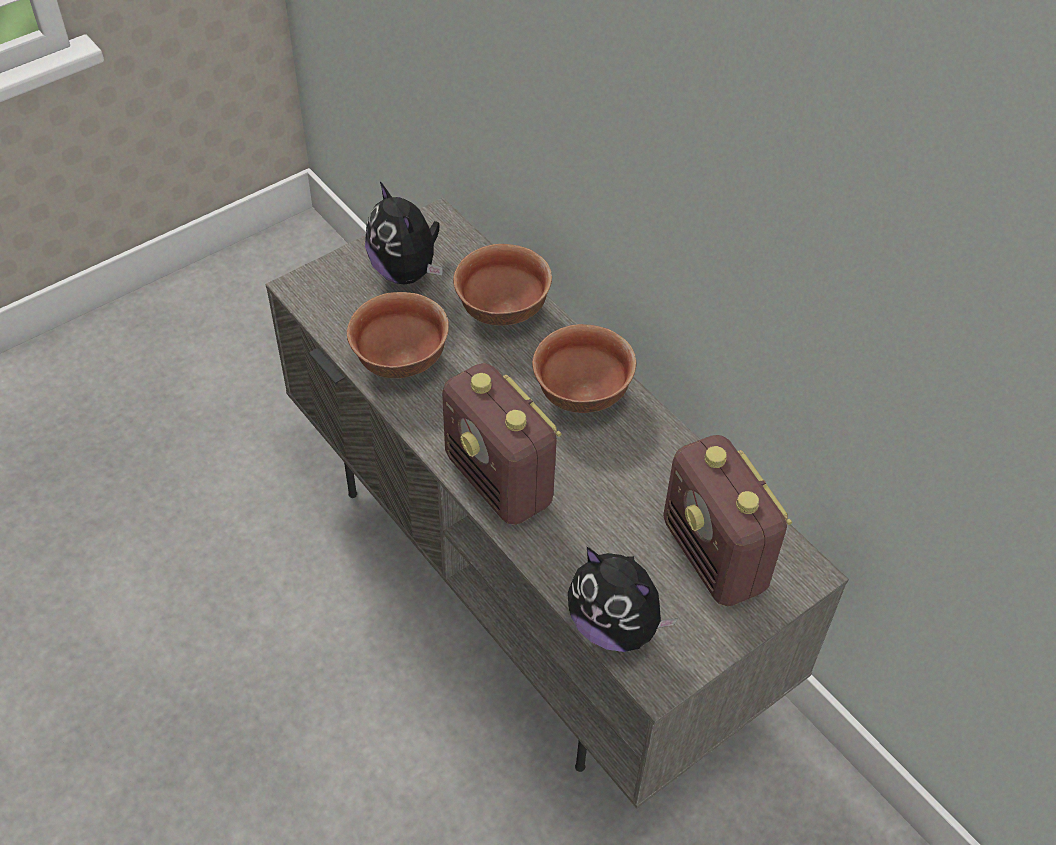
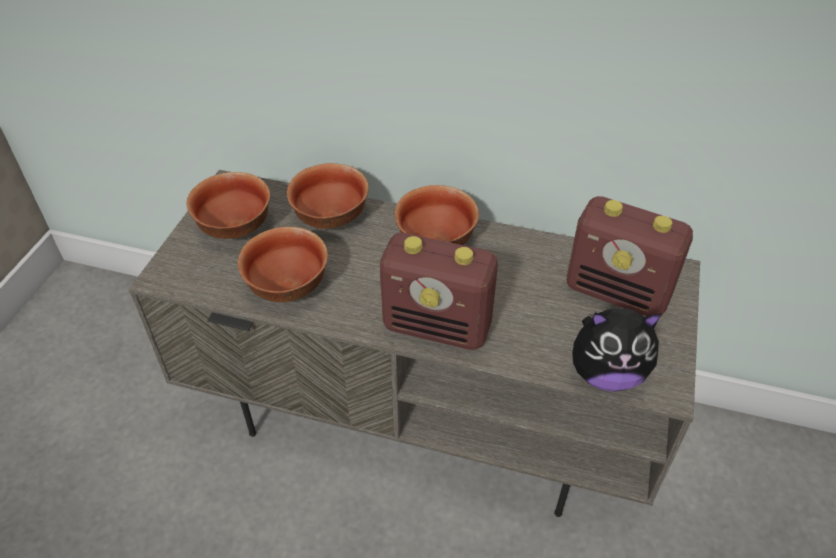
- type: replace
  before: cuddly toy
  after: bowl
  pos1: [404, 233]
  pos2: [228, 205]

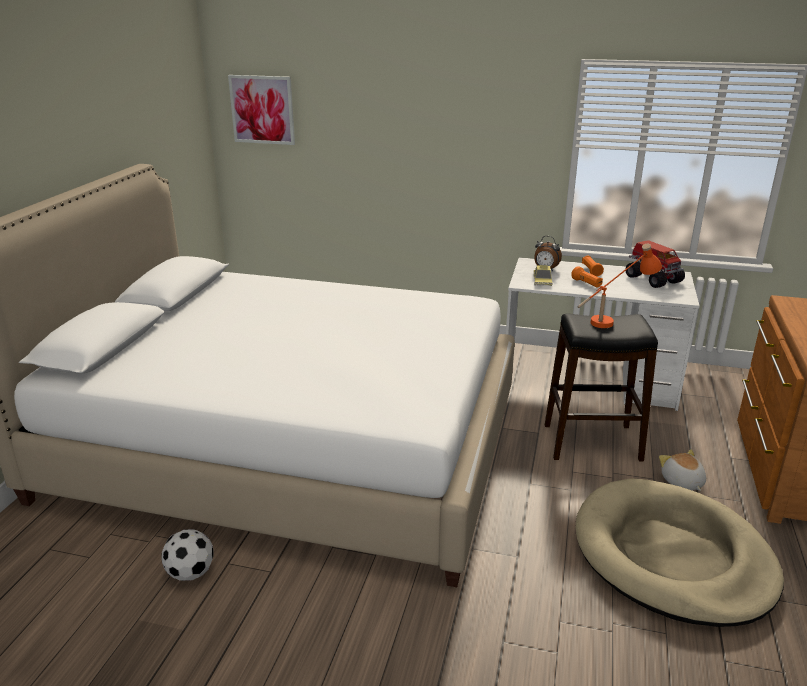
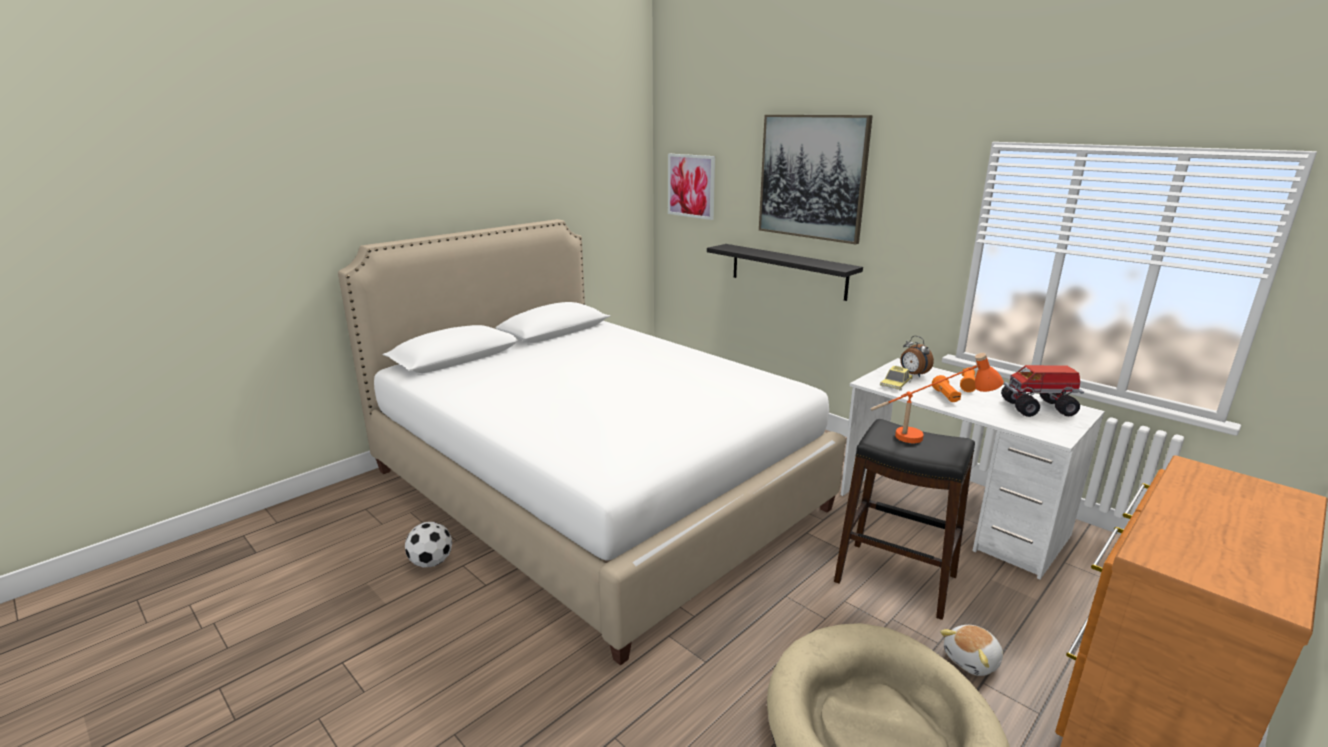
- type: insert
  after: blackish bracket shelf
  pos2: [785, 272]
- type: insert
  after: wall art
  pos2: [816, 179]
- type: rotate
  before: cuddly toy
  pos1: [682, 470]
  pos2: [971, 650]
  turn: -135
- type: rotate
  before: toy truck
  pos1: [655, 264]
  pos2: [1042, 391]
  turn: 90

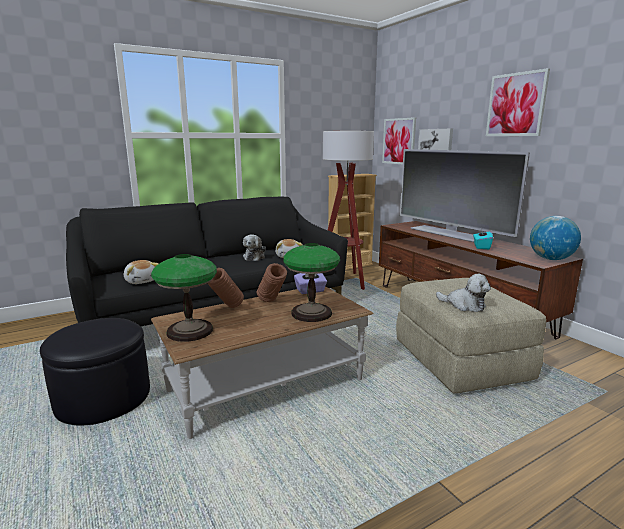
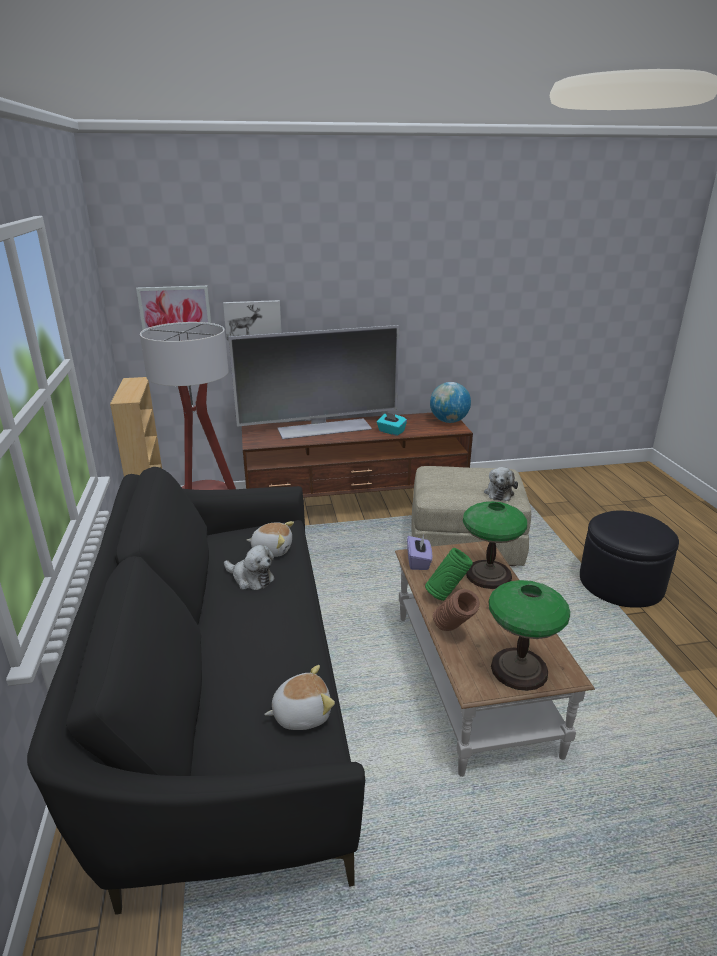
- type: recolor
  before: brownish flower vase
  after: green-coloured flower vase
  pos1: [272, 282]
  pos2: [449, 574]
- type: rotate
  before: cuddly toy
  pos1: [463, 293]
  pos2: [501, 484]
  turn: 135
- type: move
  before: blackish pouffe
  pos1: [95, 371]
  pos2: [629, 559]
- type: delete
  before: wall art
  pos1: [518, 102]

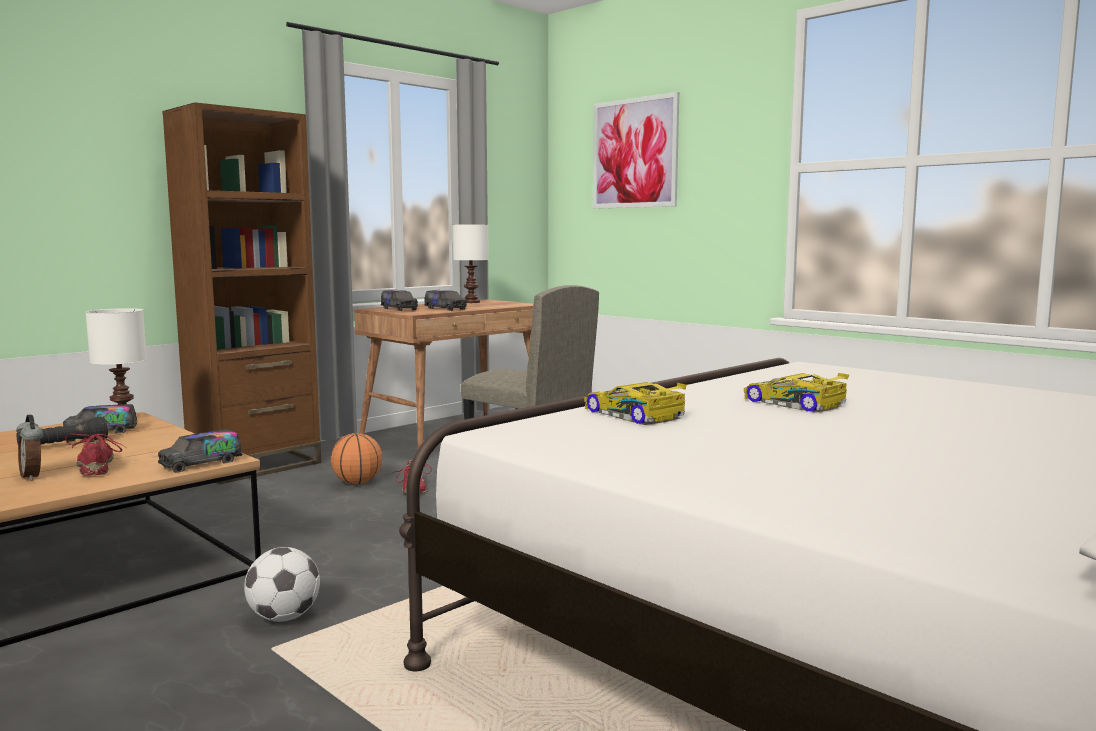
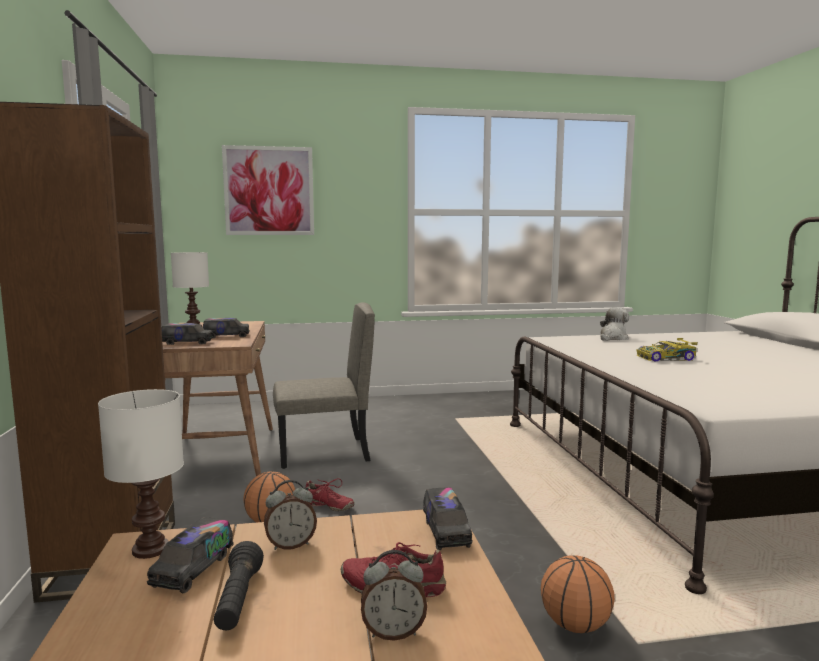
- type: insert
  after: bedside clock
  pos2: [290, 515]
- type: replace
  before: ball for football
  after: basketball ball
  pos1: [282, 584]
  pos2: [578, 594]
- type: insert
  after: cuddly toy
  pos2: [614, 324]
- type: delete
  before: miniature car
  pos1: [635, 403]

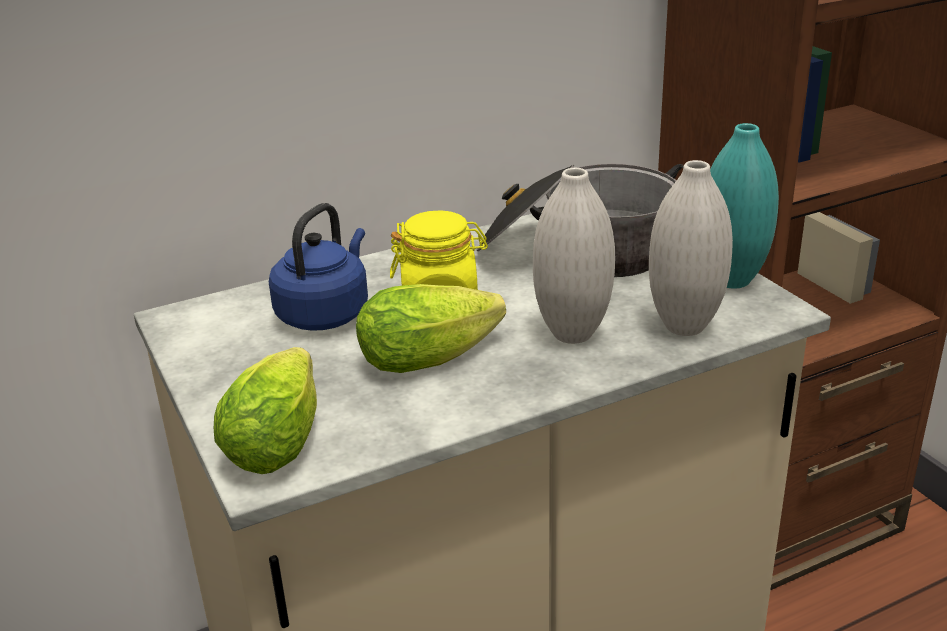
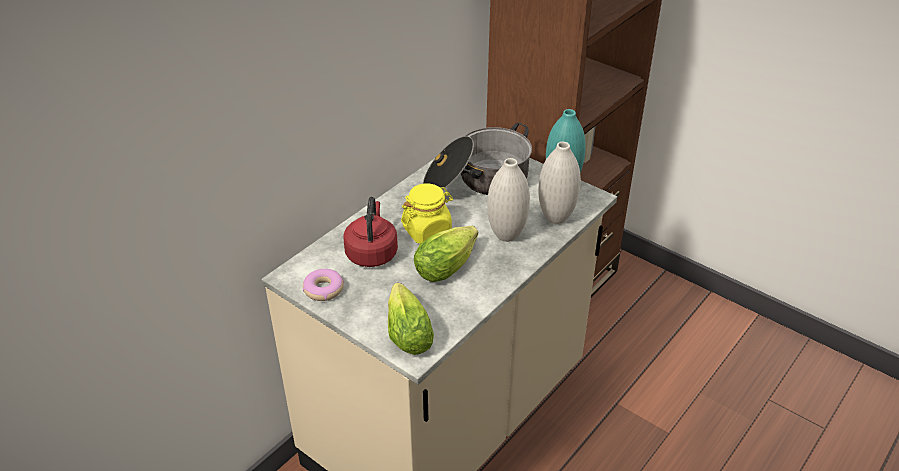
- type: insert
  after: ring doughnut
  pos2: [323, 285]
- type: recolor
  before: blue-coloured tea kettle
  after: red-coloured tea kettle
  pos1: [318, 267]
  pos2: [370, 232]

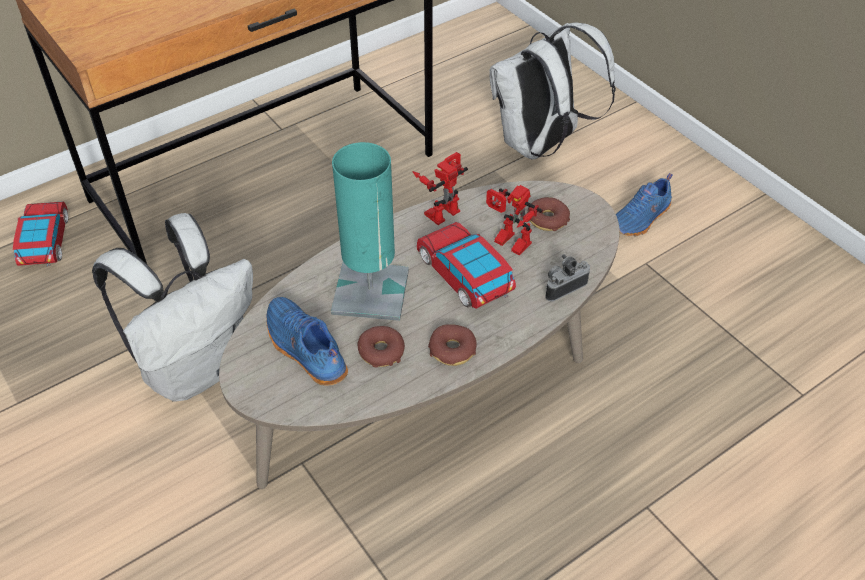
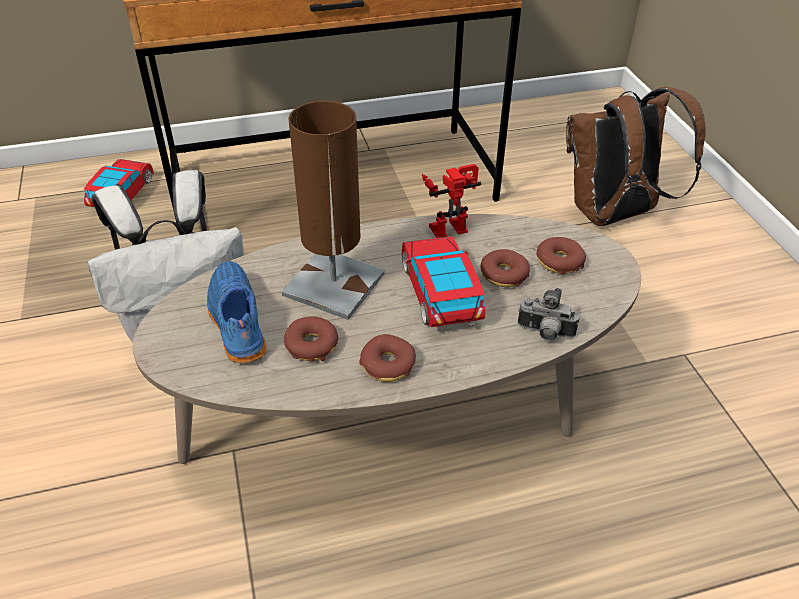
- type: recolor
  before: blue-green lamp for a table
  after: brownish lamp for a table
  pos1: [370, 231]
  pos2: [333, 210]
- type: replace
  before: robot figure
  after: ring doughnut
  pos1: [514, 220]
  pos2: [505, 268]
- type: rotate
  before: still camera
  pos1: [567, 277]
  pos2: [548, 314]
  turn: -150
- type: recolor
  before: whitish rucksack
  after: brownish rucksack
  pos1: [552, 91]
  pos2: [636, 156]
- type: delete
  before: blue-coloured low shoe
  pos1: [644, 204]

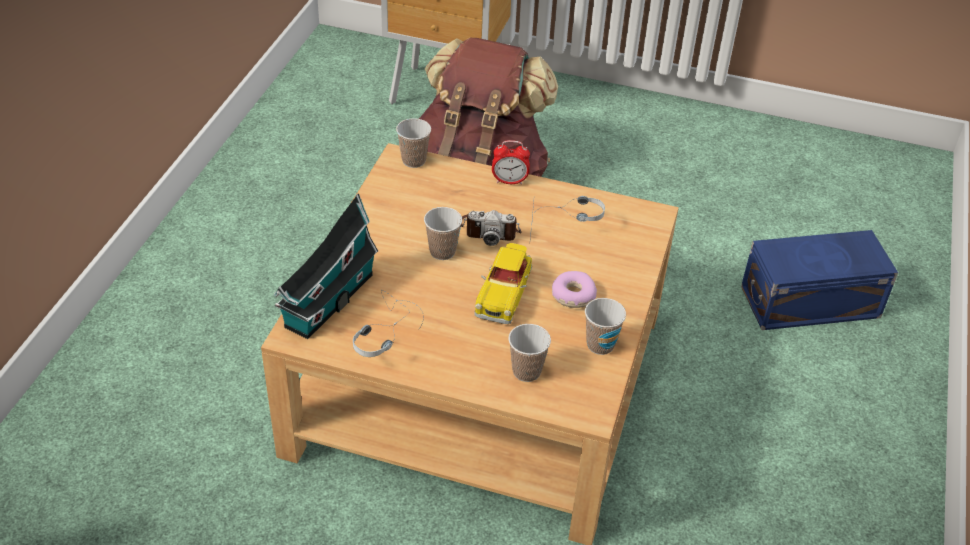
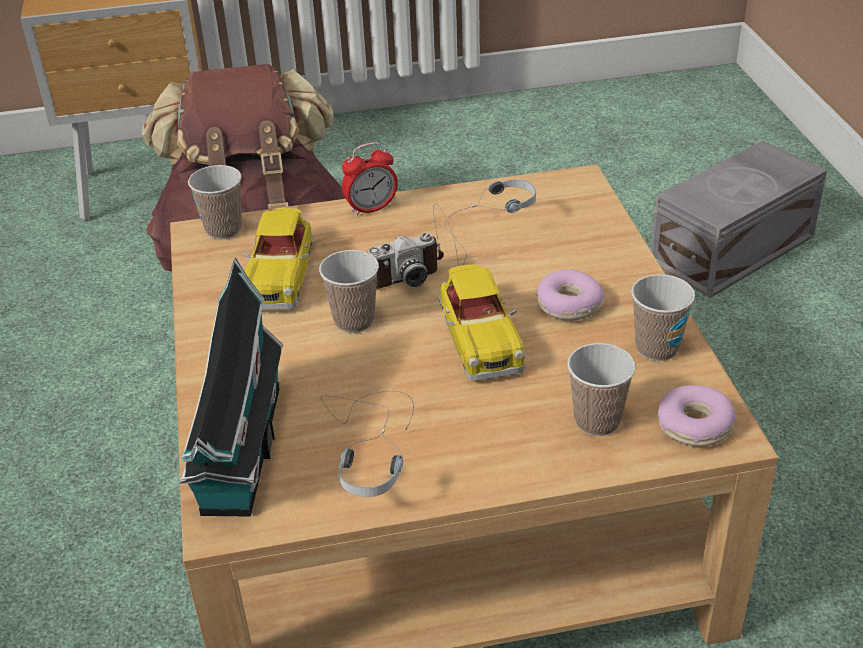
- type: insert
  after: miniature car
  pos2: [278, 258]
- type: recolor
  before: blue-coloured storage container
  after: gray storage container
  pos1: [819, 280]
  pos2: [739, 219]
- type: insert
  after: ring doughnut
  pos2: [697, 415]

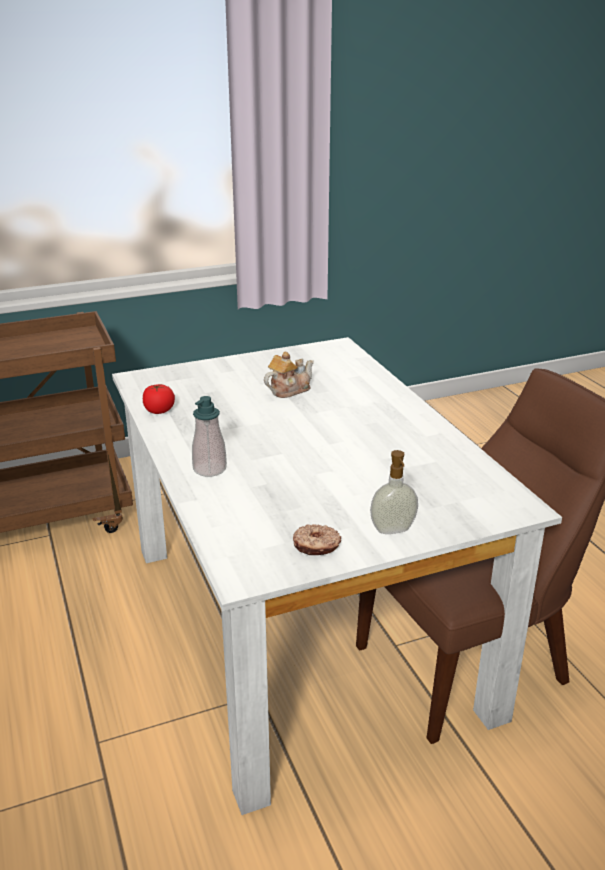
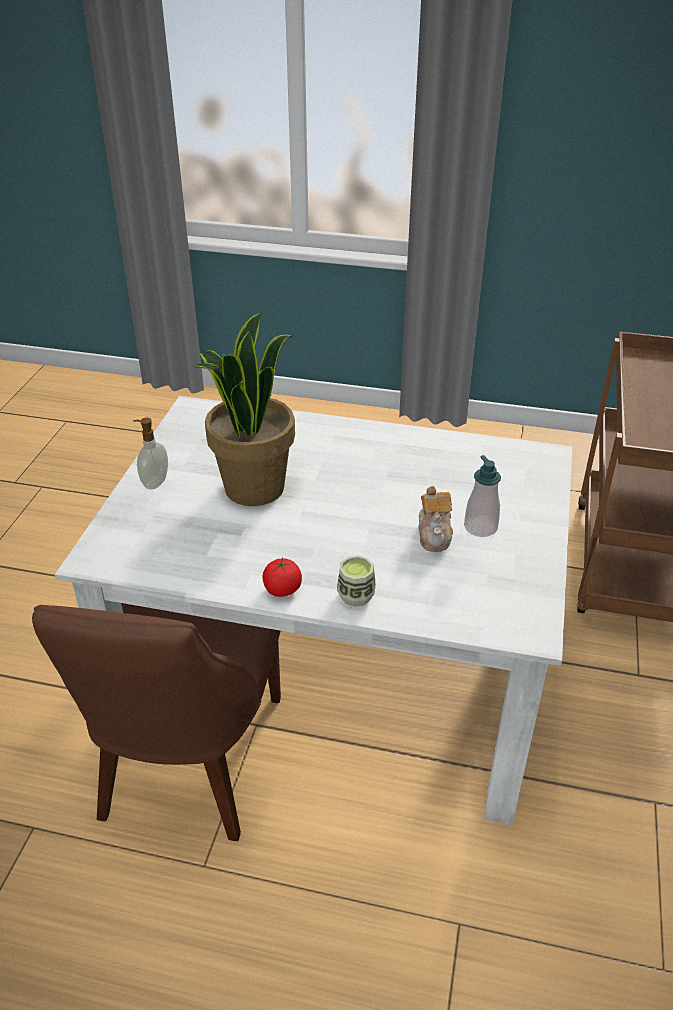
- type: insert
  after: houseplant
  pos2: [244, 409]
- type: move
  before: fresh tomato
  pos1: [159, 399]
  pos2: [282, 577]
- type: insert
  after: drinking cup
  pos2: [356, 581]
- type: move
  before: liquid soap bottle
  pos1: [209, 436]
  pos2: [482, 496]
- type: delete
  before: ring doughnut
  pos1: [317, 539]

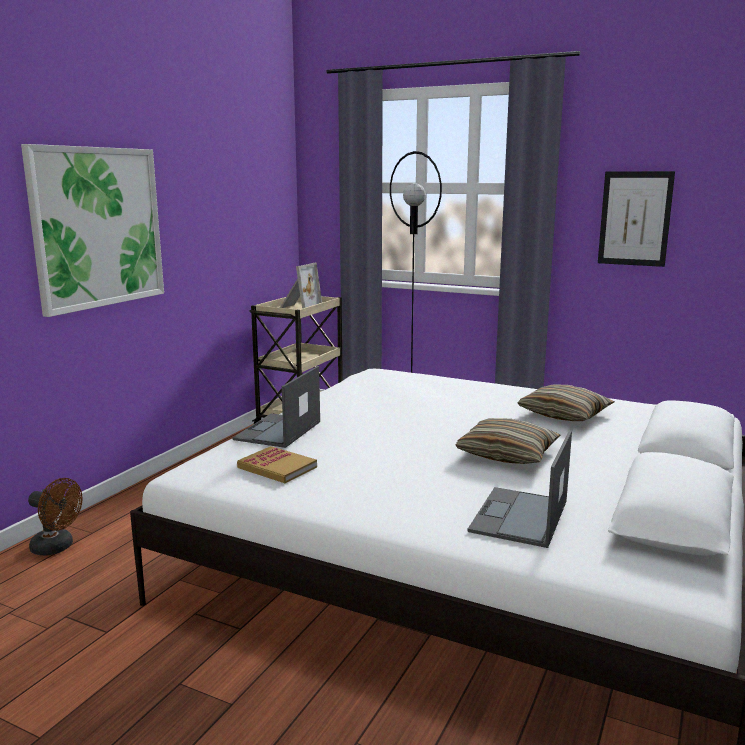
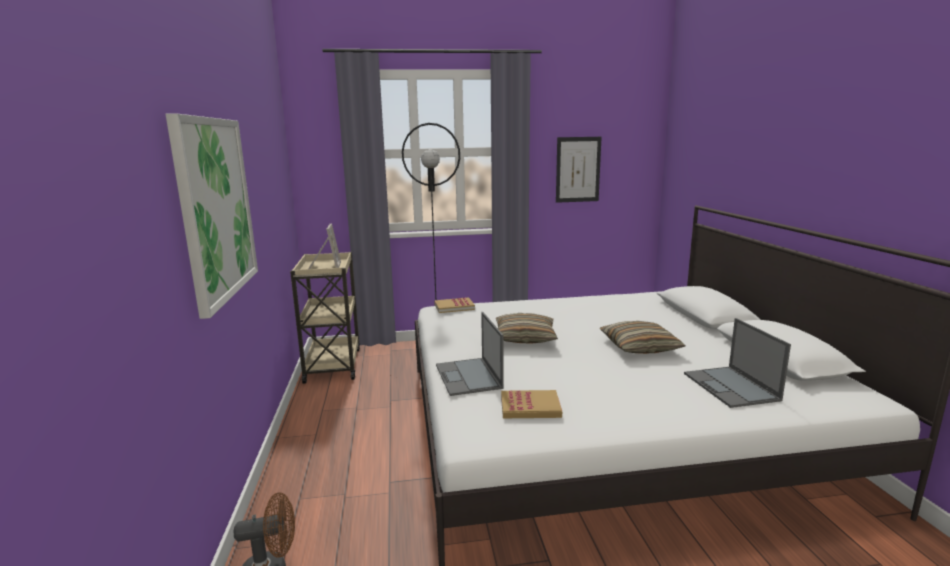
- type: insert
  after: volume
  pos2: [454, 305]
- type: move
  before: throw pillow
  pos1: [566, 402]
  pos2: [527, 328]

